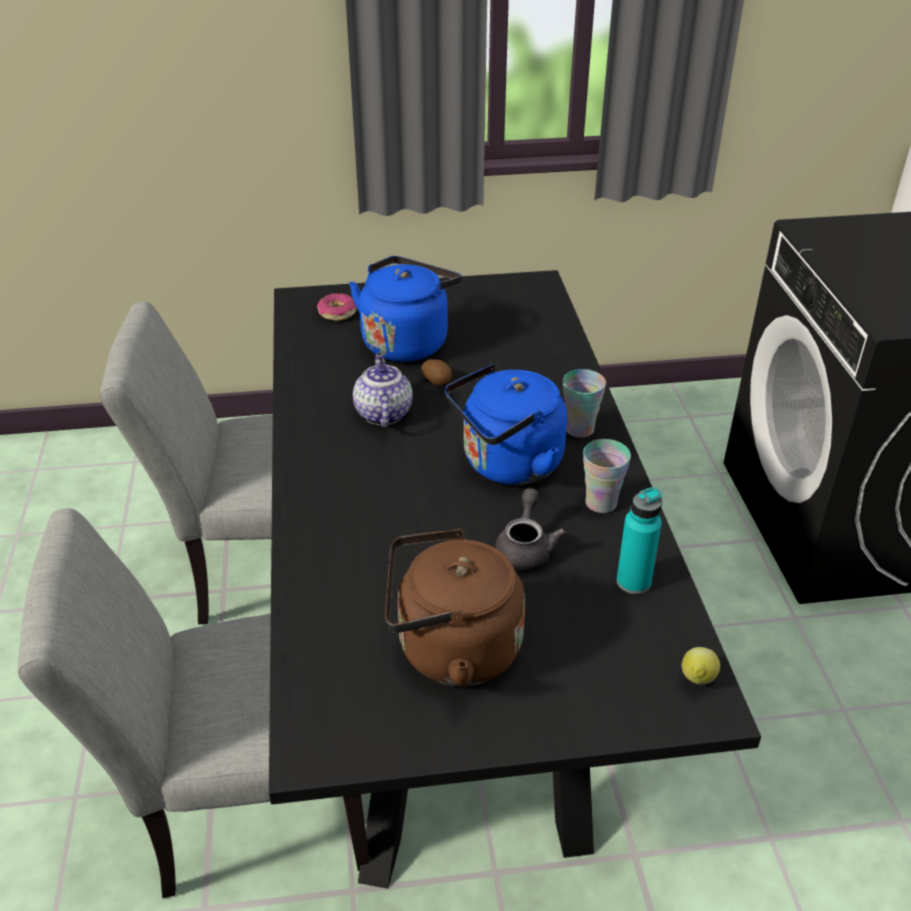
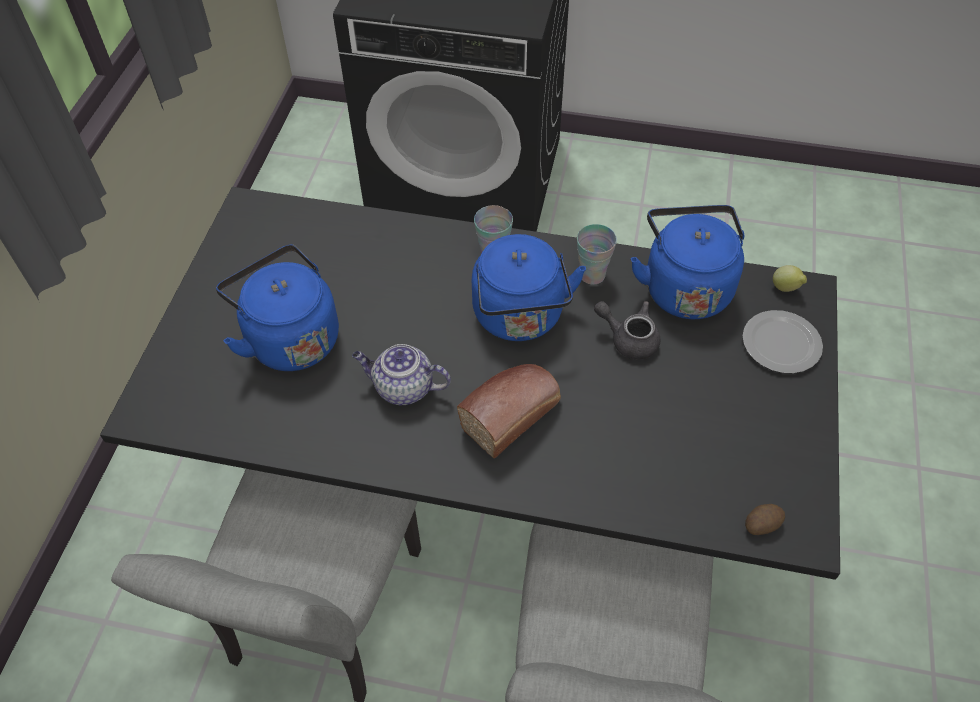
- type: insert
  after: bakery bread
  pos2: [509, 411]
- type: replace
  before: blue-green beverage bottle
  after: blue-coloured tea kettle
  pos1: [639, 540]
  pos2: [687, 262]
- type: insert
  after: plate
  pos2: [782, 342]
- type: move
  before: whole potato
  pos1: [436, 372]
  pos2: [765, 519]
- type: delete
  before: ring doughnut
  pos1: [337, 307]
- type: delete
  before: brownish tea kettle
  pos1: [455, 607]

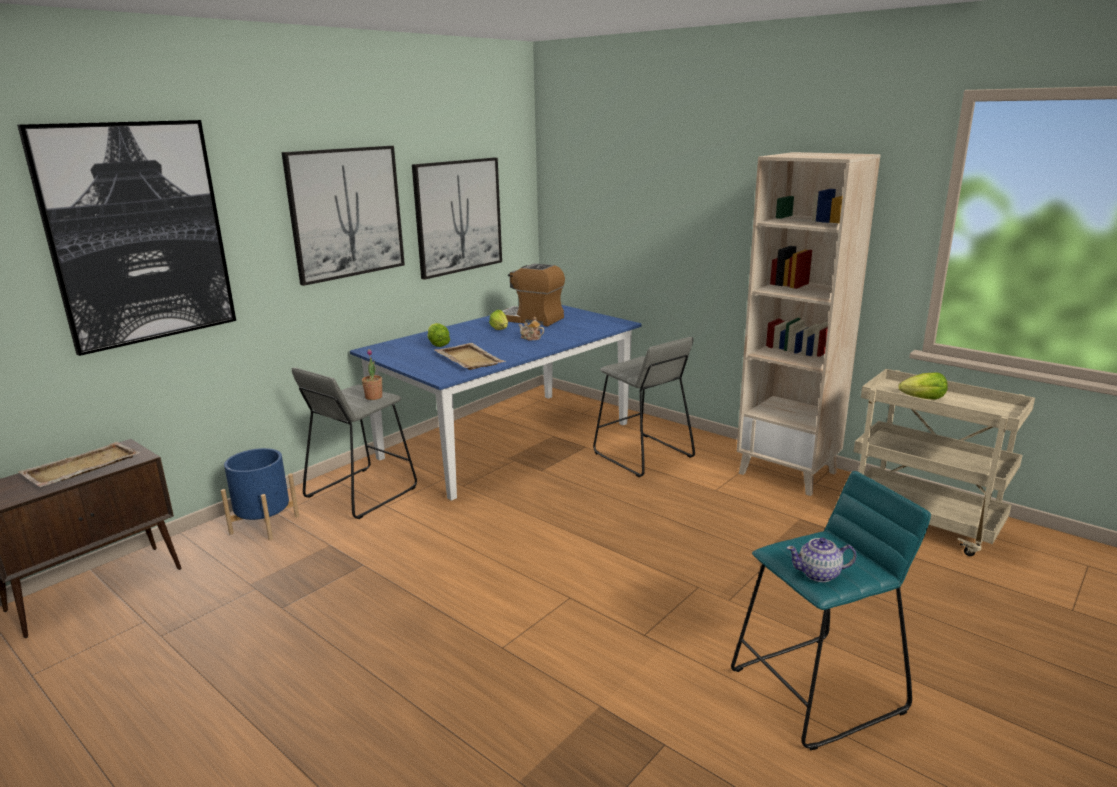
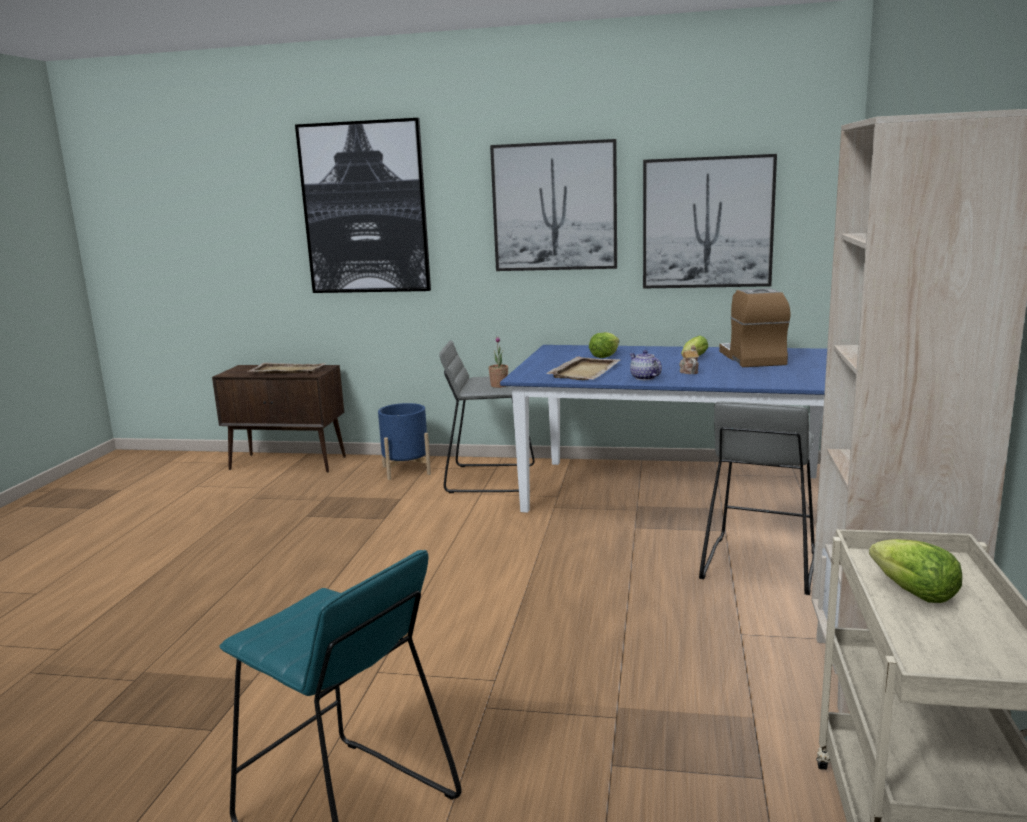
- type: move
  before: tea pot
  pos1: [822, 559]
  pos2: [646, 365]

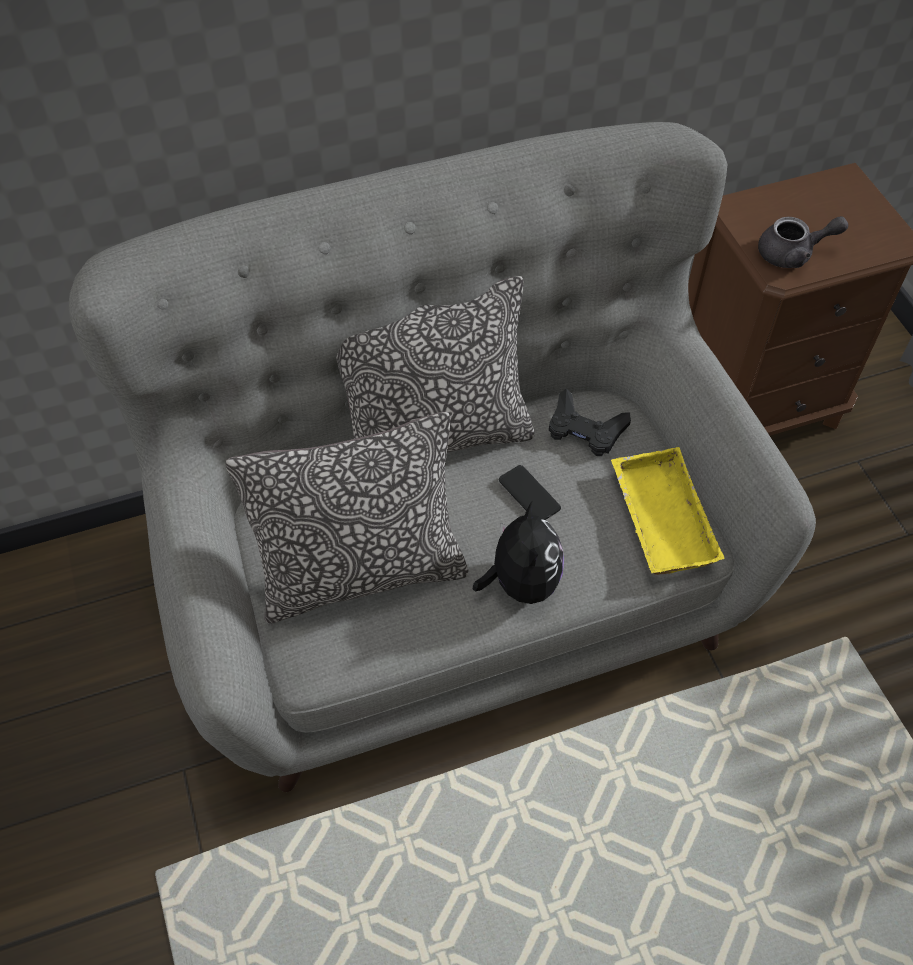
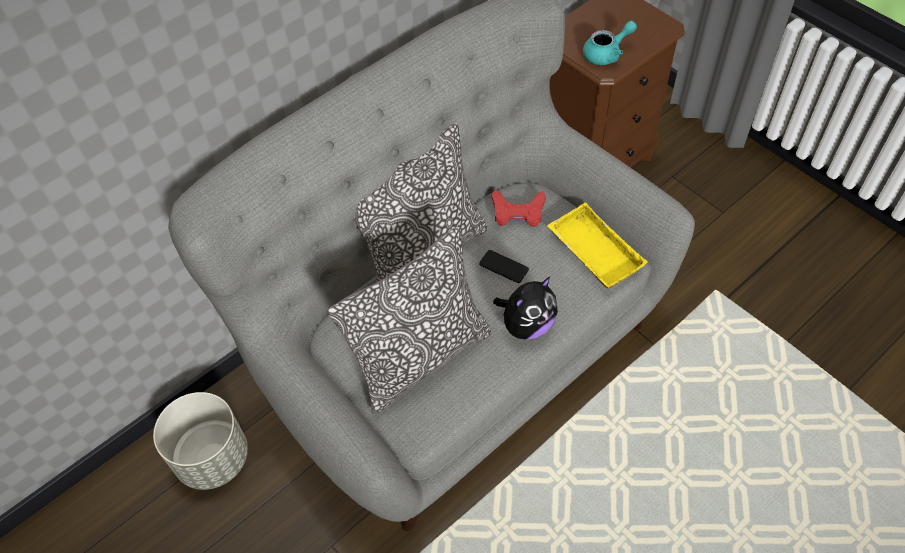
- type: insert
  after: gray flower pot
  pos2: [200, 441]
- type: recolor
  before: blackish game controller
  after: red-coloured game controller
  pos1: [590, 422]
  pos2: [519, 208]
- type: rotate
  before: cuddly toy
  pos1: [518, 552]
  pos2: [525, 308]
  turn: 75
- type: recolor
  before: gray tea pot
  after: blue-green tea pot
  pos1: [803, 242]
  pos2: [610, 43]

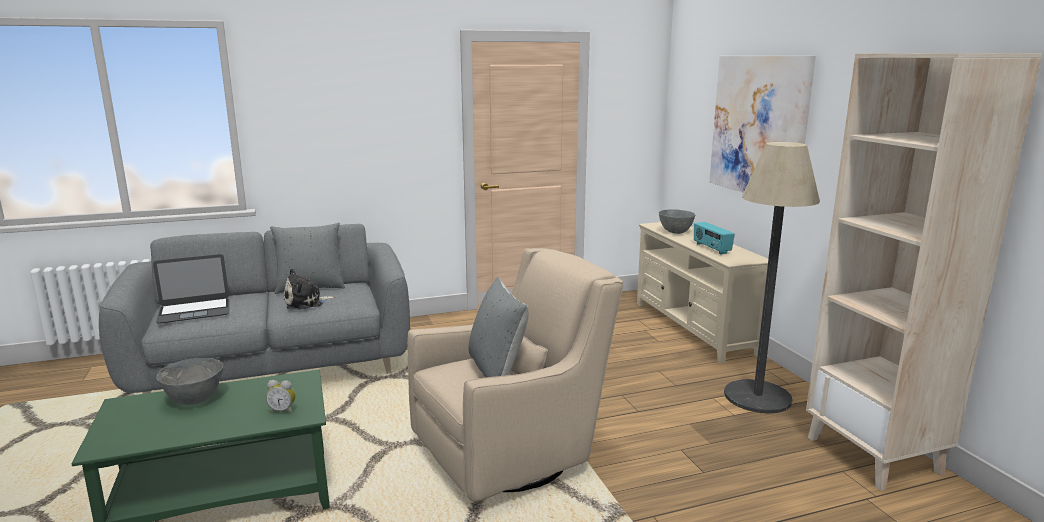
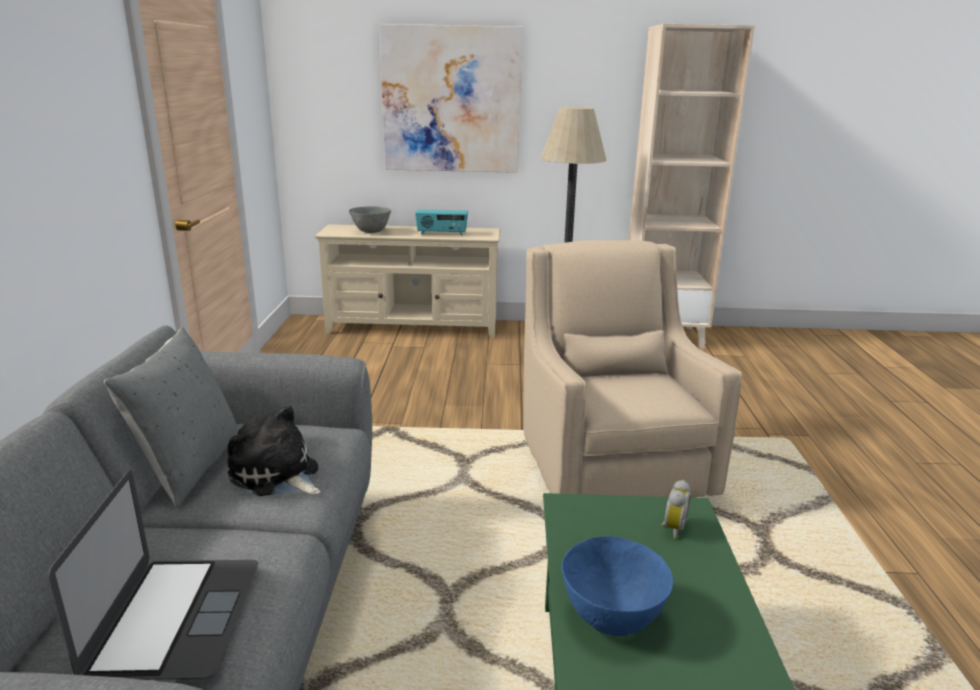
- type: rotate
  before: cuddly toy
  pos1: [310, 289]
  pos2: [274, 450]
  turn: 135
- type: recolor
  before: gray bowl
  after: blue-coloured bowl
  pos1: [189, 381]
  pos2: [617, 586]
- type: delete
  before: gray throw pillow
  pos1: [498, 327]

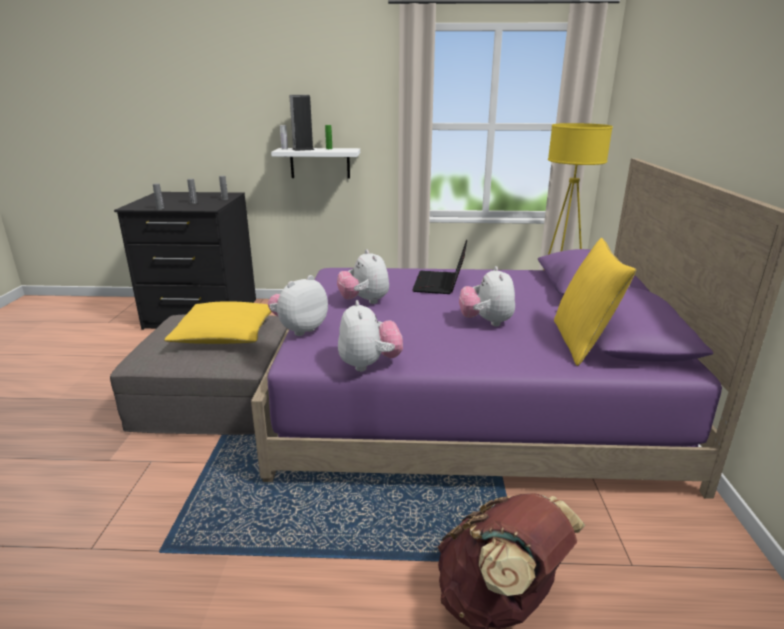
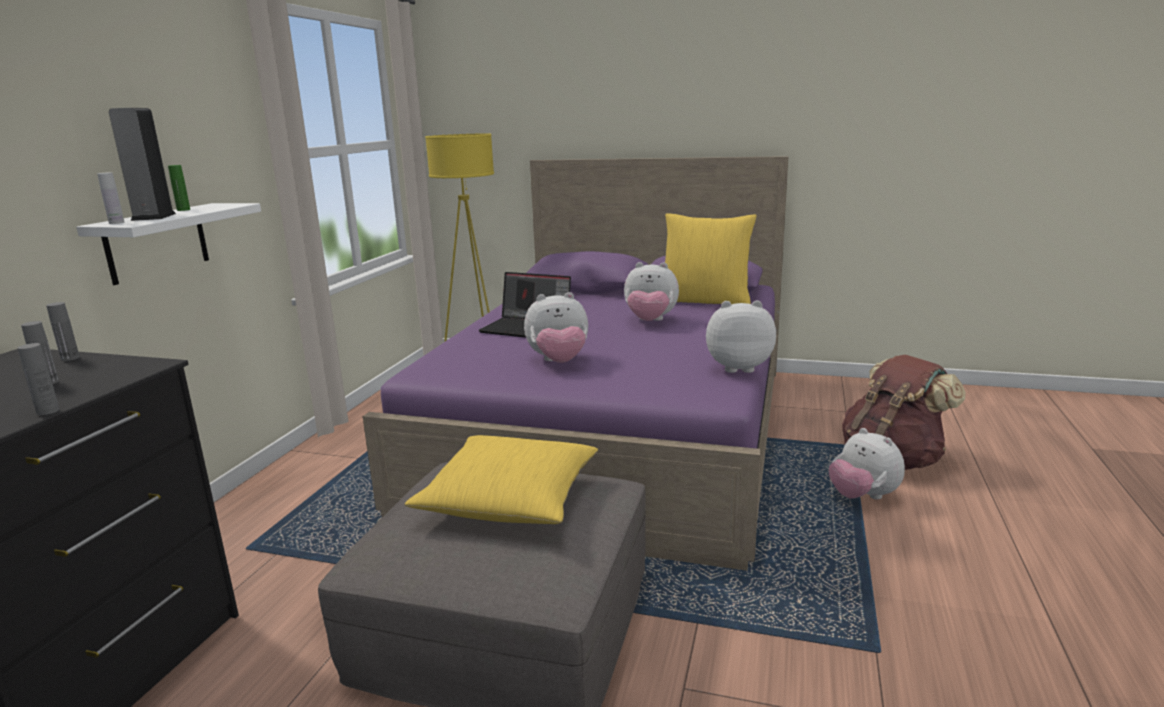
- type: move
  before: cuddly toy
  pos1: [298, 305]
  pos2: [867, 464]

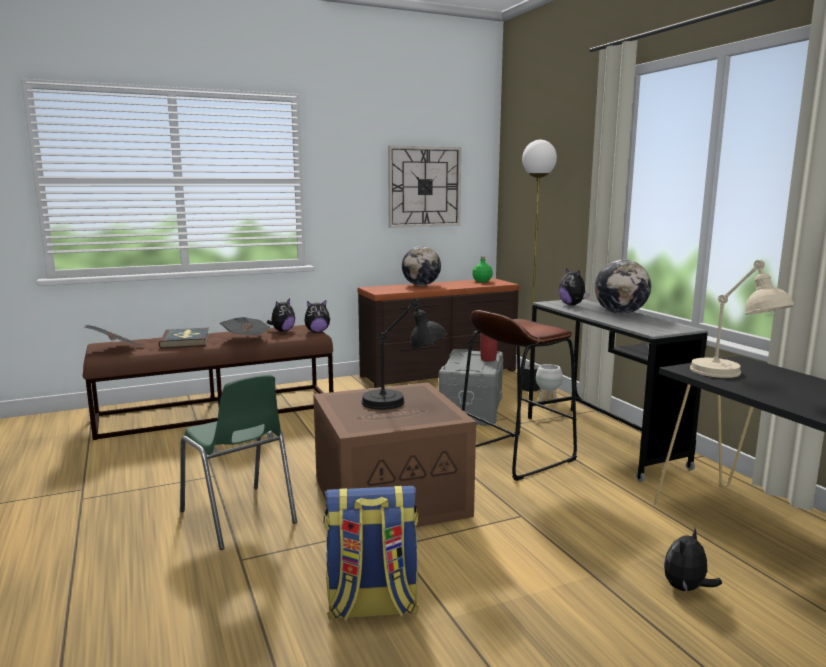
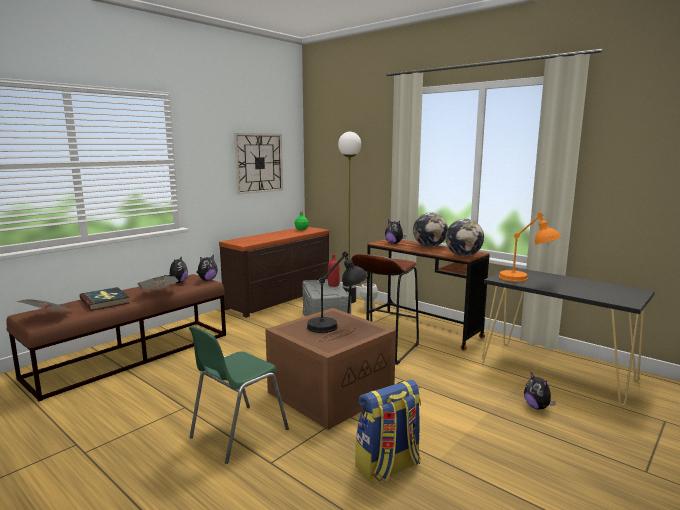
- type: rotate
  before: green-coloured plain chair
  pos1: [238, 462]
  pos2: [239, 395]
  turn: 105
- type: recolor
  before: gray desk unit
  after: brownish desk unit
  pos1: [618, 390]
  pos2: [428, 295]
- type: move
  before: globe
  pos1: [421, 266]
  pos2: [464, 237]
- type: recolor
  before: sand-coloured lamp for a table
  after: orange-coloured lamp for a table
  pos1: [742, 319]
  pos2: [530, 247]
- type: rotate
  before: cuddly toy
  pos1: [693, 561]
  pos2: [540, 391]
  turn: -45

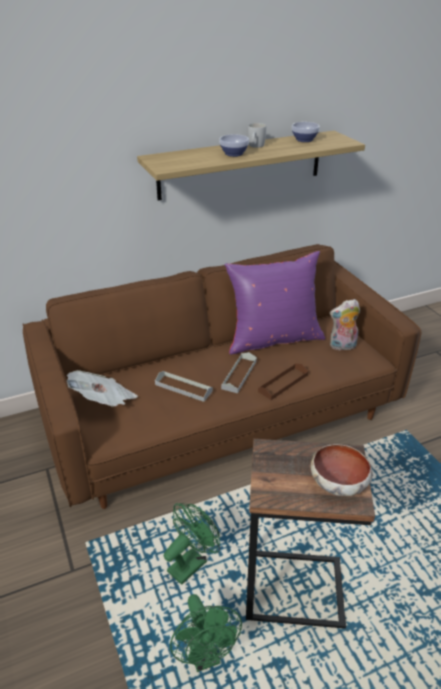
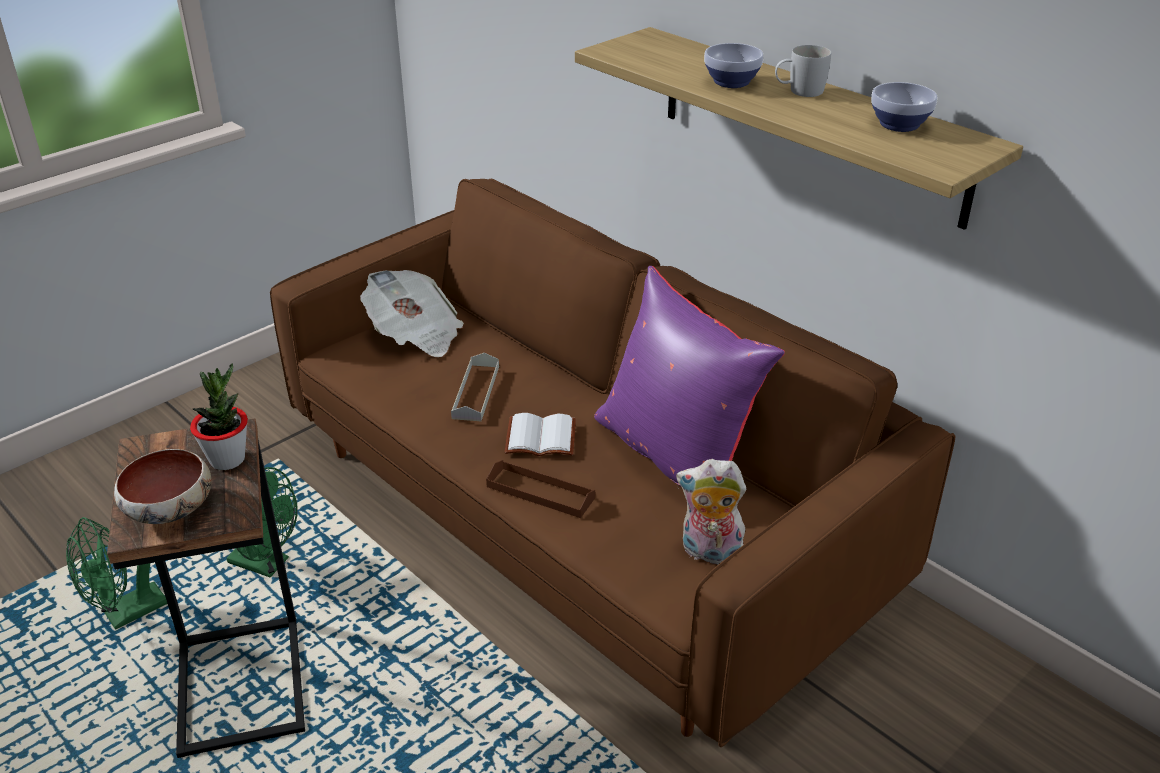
- type: insert
  after: houseplant
  pos2: [219, 416]
- type: replace
  before: gray carrying tray
  after: whitish volume
  pos1: [239, 372]
  pos2: [540, 434]
- type: rotate
  before: cuddly toy
  pos1: [345, 325]
  pos2: [711, 512]
  turn: -45

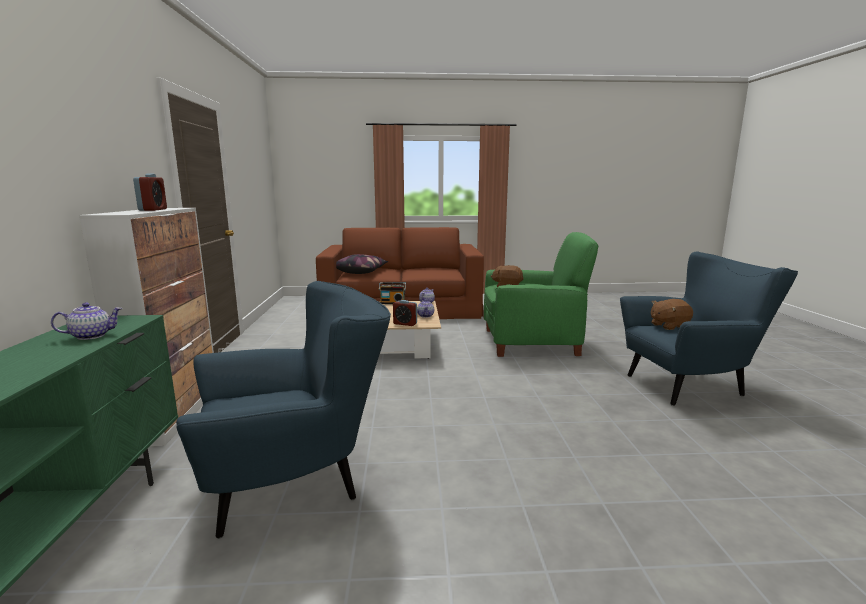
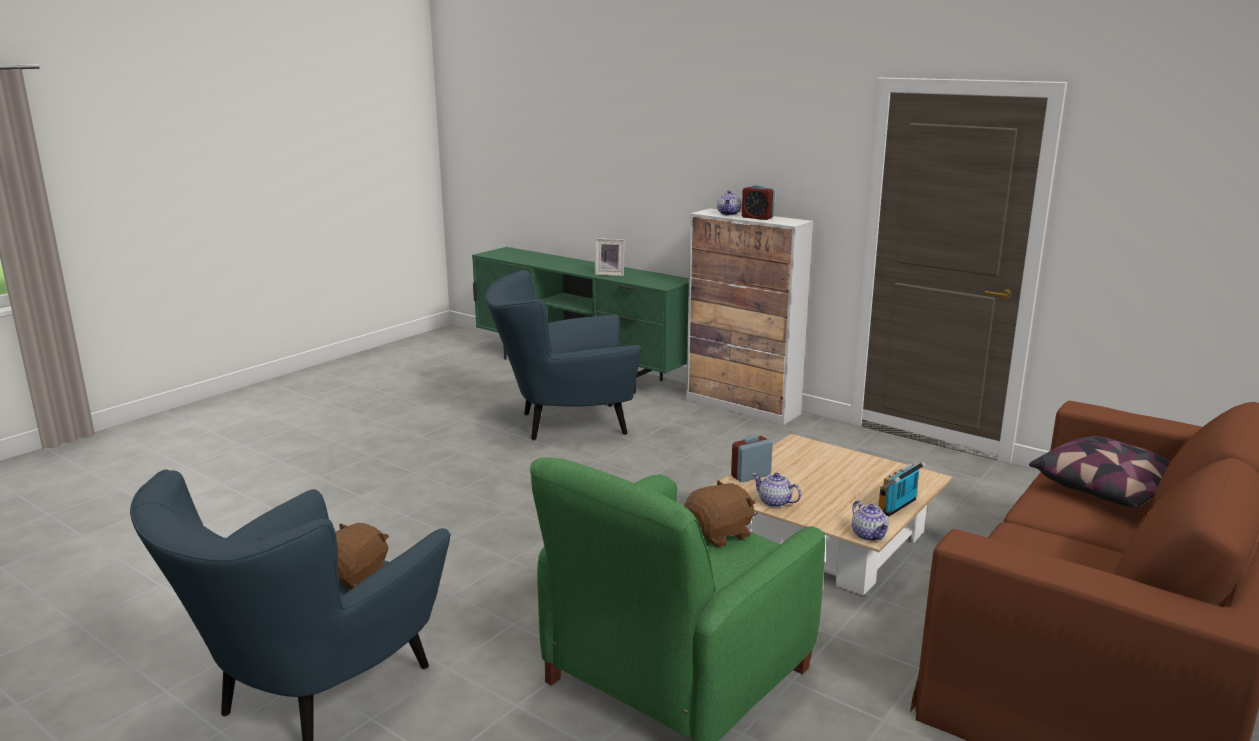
- type: rotate
  before: blue-coloured armchair
  pos1: [283, 410]
  pos2: [563, 355]
  turn: 60
- type: insert
  after: standing frame
  pos2: [610, 257]
- type: move
  before: tea pot
  pos1: [86, 321]
  pos2: [729, 202]

